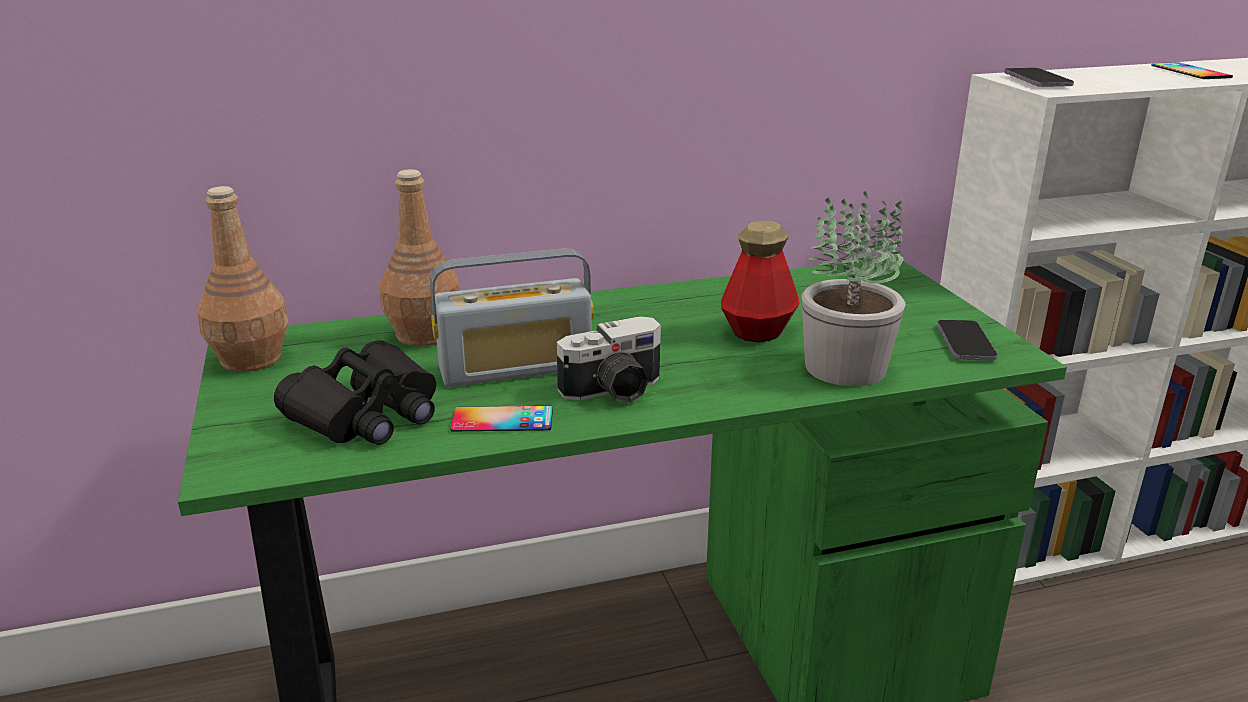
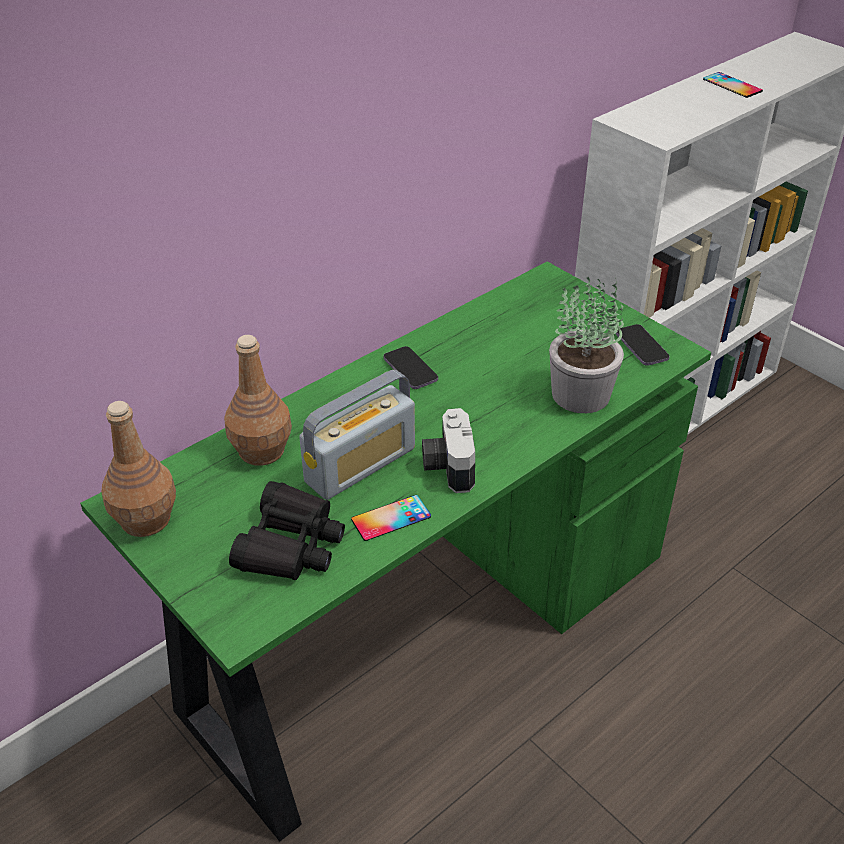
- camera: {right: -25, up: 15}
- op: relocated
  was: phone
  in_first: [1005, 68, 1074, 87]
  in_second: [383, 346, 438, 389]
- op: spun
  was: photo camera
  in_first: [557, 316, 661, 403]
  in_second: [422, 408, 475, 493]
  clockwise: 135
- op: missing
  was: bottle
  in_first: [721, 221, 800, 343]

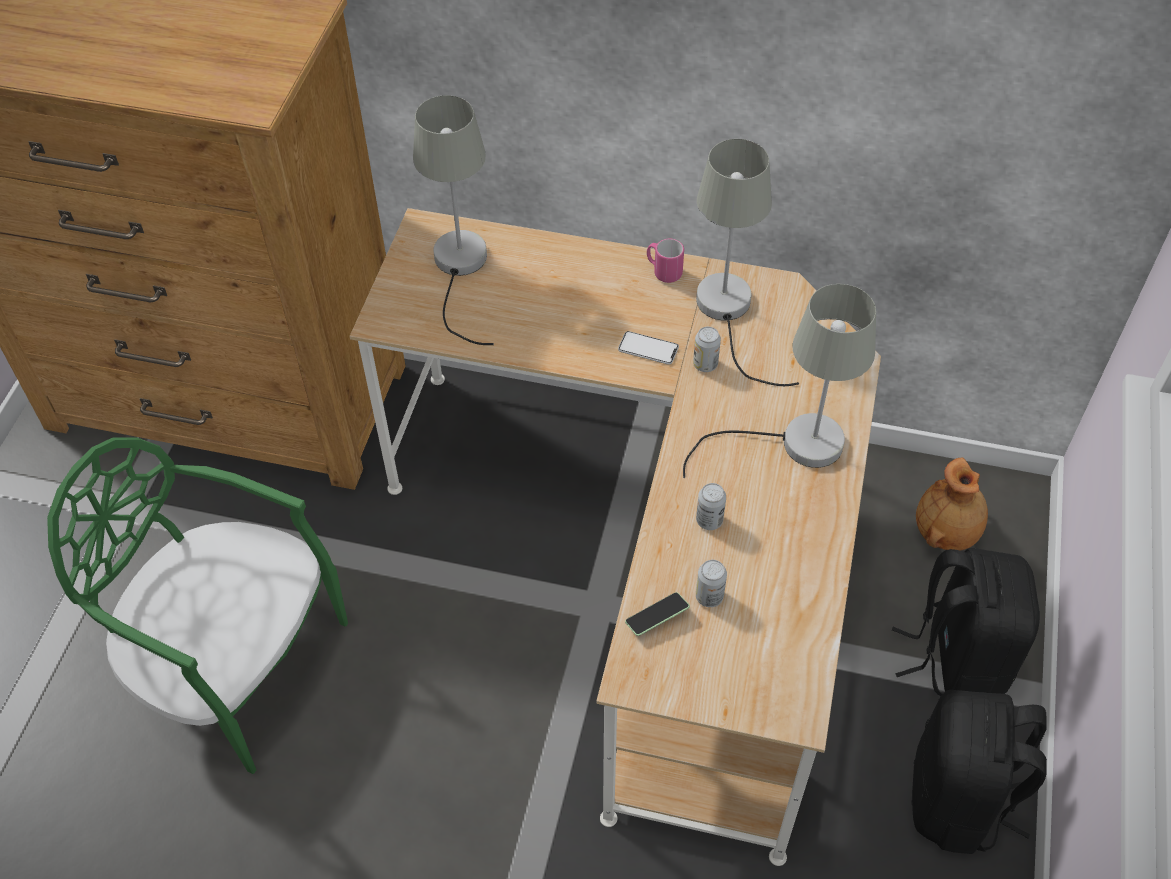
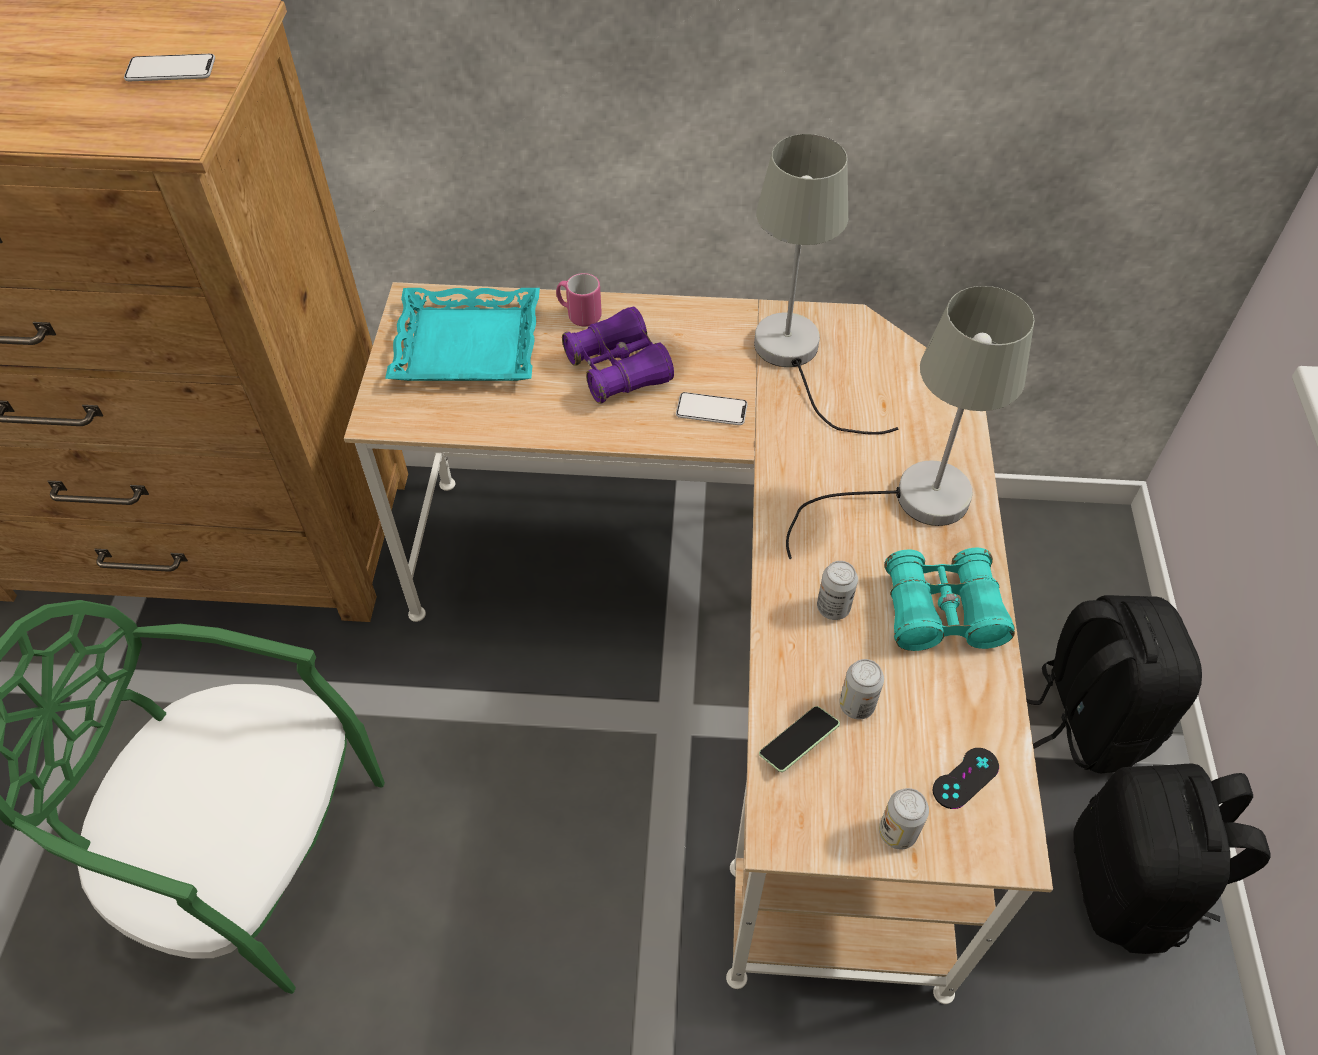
- camera: {right: -10, up: 0}
- op: appeared
  now: phone
  in_second: [124, 54, 215, 81]
- op: exchanged
  was: grey table lamp
  now: turquoise tray
  in_first: [413, 95, 494, 345]
  in_second: [385, 288, 540, 381]
- op: relocated
  was: pink mug
  in_first: [647, 239, 684, 283]
  in_second: [556, 273, 602, 326]
- op: appeared
  now: purple binoculars
  in_second: [562, 306, 674, 404]
- op: relocated
  was: can
  in_first: [693, 326, 721, 372]
  in_second: [879, 788, 929, 850]
- op: appeared
  now: turquoise binoculars
  in_second: [884, 548, 1015, 651]
- op: appeared
  now: black game controller
  in_second: [933, 748, 999, 809]
- op: missing
  was: brown vase
  in_first: [916, 457, 988, 550]

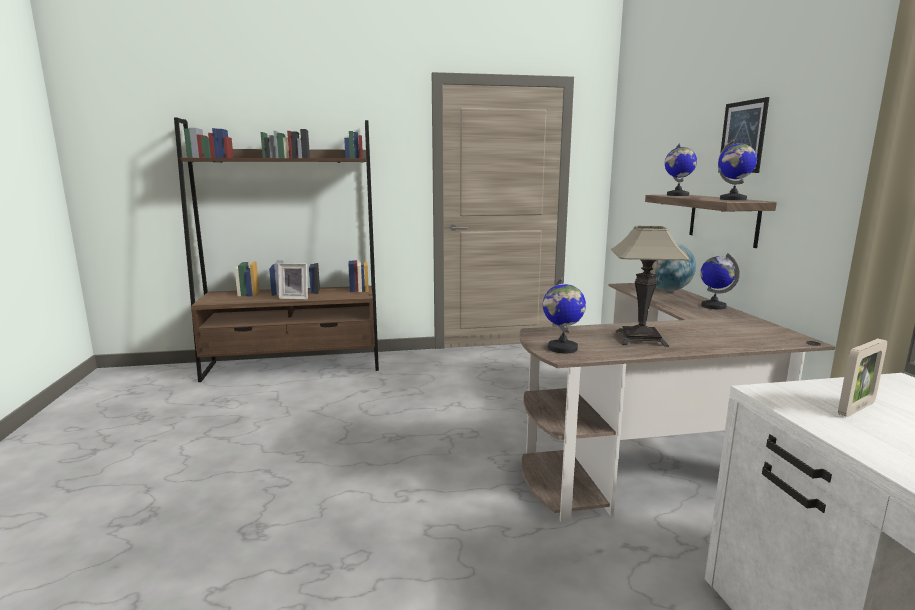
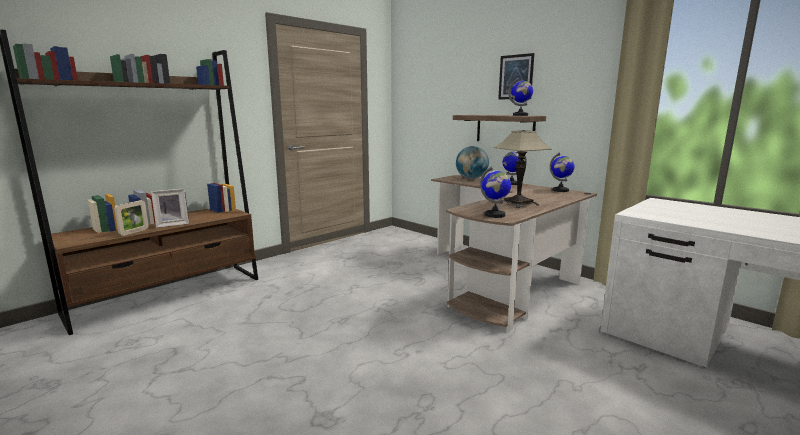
- camera: {right: -35, up: 0}
- op: relocated
  was: picture frame
  in_first: [838, 339, 887, 417]
  in_second: [114, 200, 149, 236]
- op: relocated
  was: globe
  in_first: [665, 143, 697, 196]
  in_second: [550, 153, 575, 192]

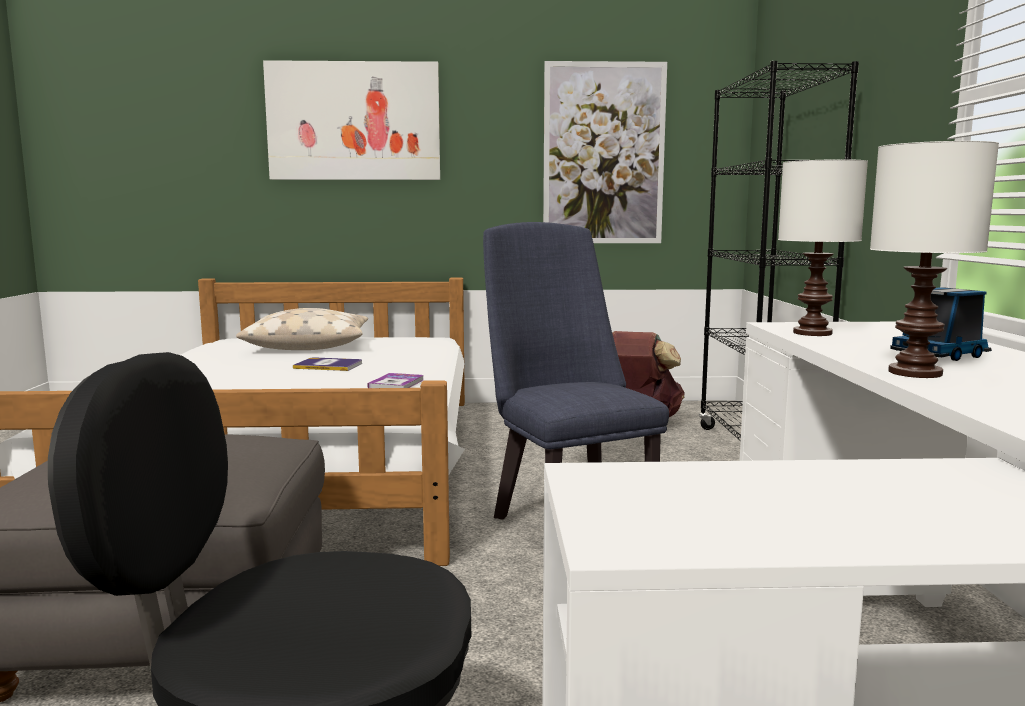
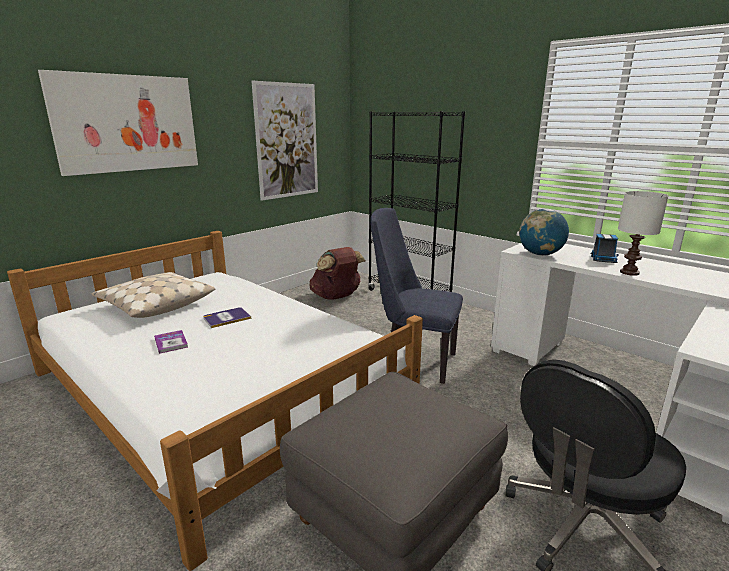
- camera: {right: -45, up: 10}
- op: relocated
  was: book
  in_first: [368, 373, 423, 388]
  in_second: [154, 330, 188, 354]
- op: exchanged
  was: white table lamp
  now: globe
  in_first: [778, 159, 868, 336]
  in_second: [519, 209, 569, 256]

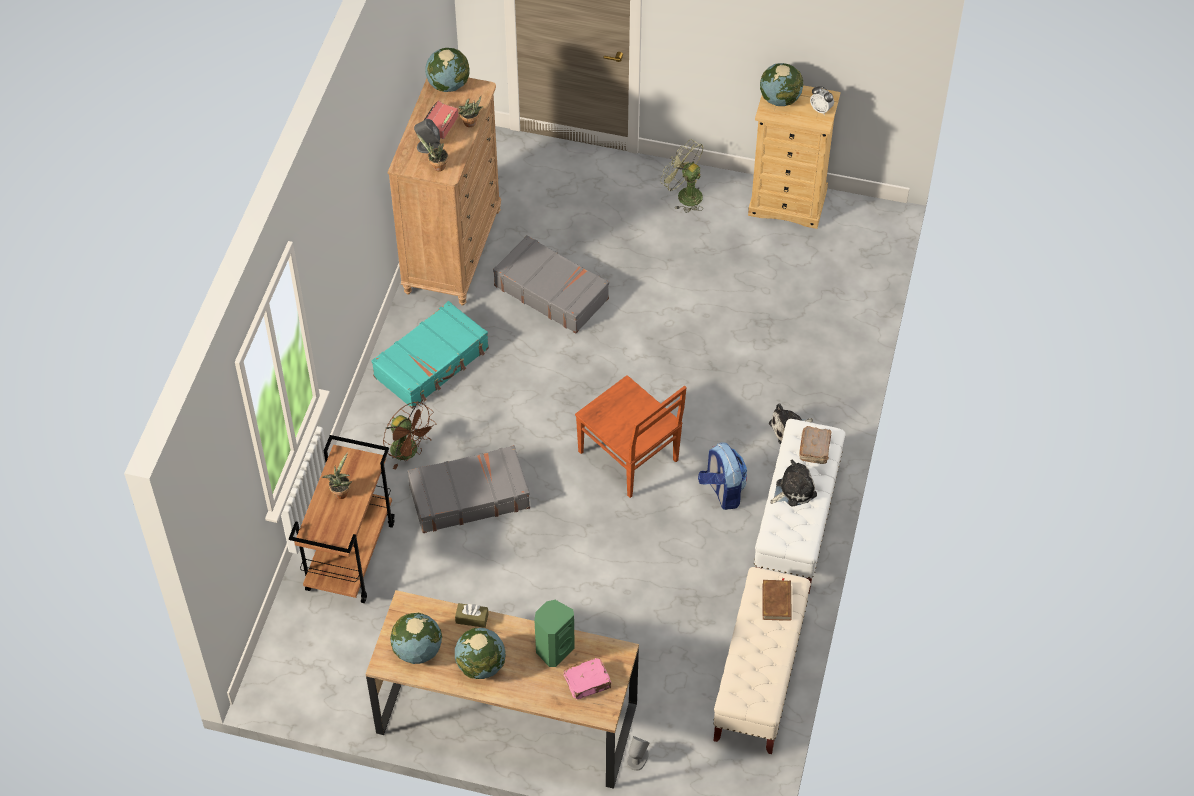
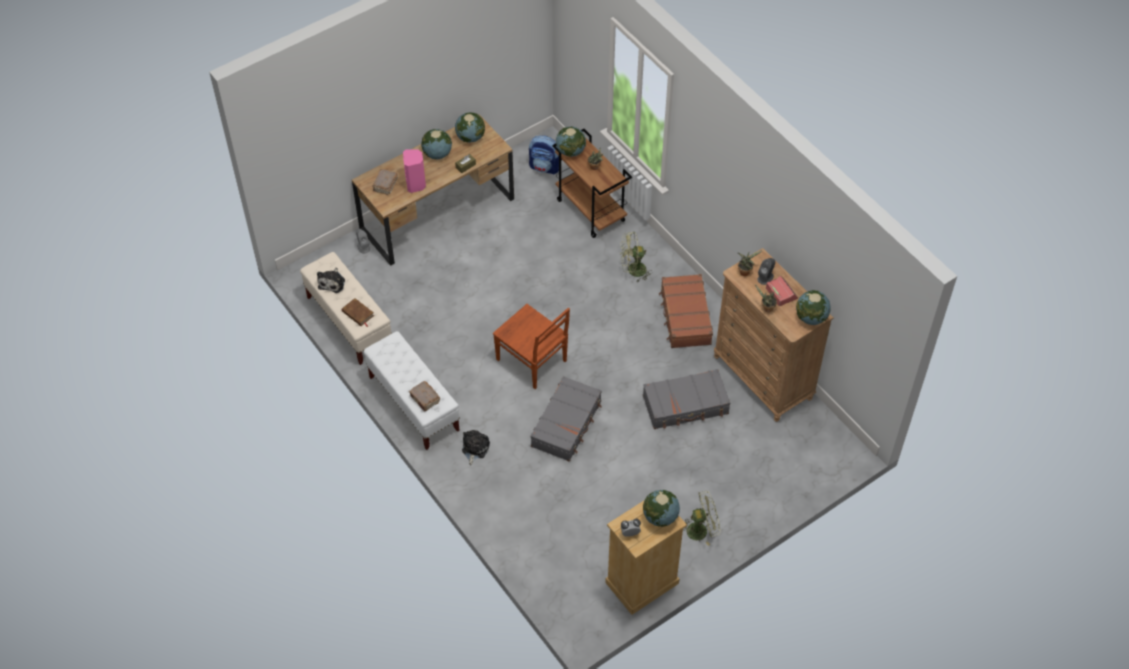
- camera: {right: 130, up: 0}
- op: relocated
  was: plush toy
  in_first: [770, 460, 817, 506]
  in_second: [317, 268, 345, 293]
- op: colour
  was: pink book
  now: brown book
  in_first: [564, 658, 611, 700]
  in_second: [372, 169, 398, 195]
- op: colour
  was: green speaker
  now: pink speaker
  in_first: [534, 600, 575, 667]
  in_second: [403, 150, 426, 193]
- op: spun
  was: brown chair
  in_first: [575, 375, 687, 498]
  in_second: [493, 304, 570, 389]
  clockwise: -135
- op: relocated
  was: backpack
  in_first: [698, 443, 747, 510]
  in_second: [529, 136, 559, 175]
- op: relocated
  was: grey suitcase
  in_first: [408, 445, 530, 533]
  in_second: [531, 376, 602, 462]
- op: appeared
  now: globe
  in_second: [556, 126, 586, 157]
- op: colour
  was: brown fan
  now: green fan
  in_first: [383, 401, 434, 470]
  in_second: [620, 231, 653, 282]
- op: colour
  was: turquoise suitcase
  now: brown suitcase
  in_first: [371, 301, 489, 409]
  in_second: [659, 274, 713, 348]

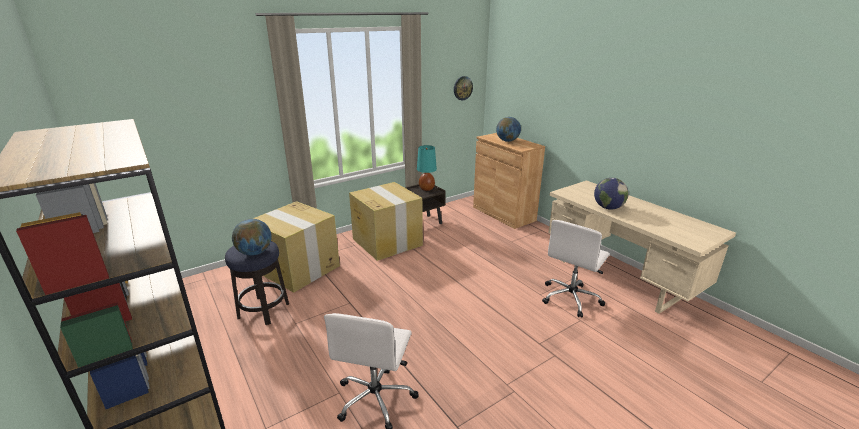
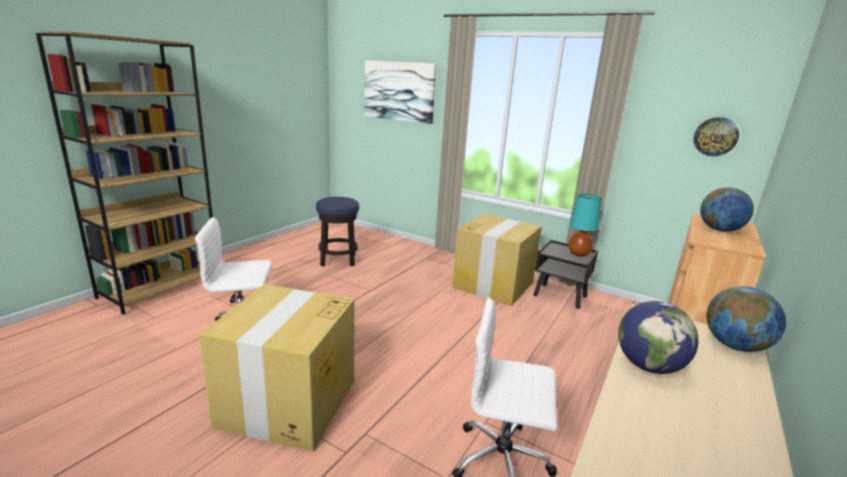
- camera: {right: 65, up: -5}
- op: relocated
  was: cardboard box
  in_first: [253, 201, 340, 293]
  in_second: [199, 284, 355, 452]
- op: appeared
  now: picture
  in_second: [364, 60, 436, 124]
- op: relocated
  was: globe
  in_first: [232, 219, 272, 256]
  in_second: [706, 286, 786, 352]

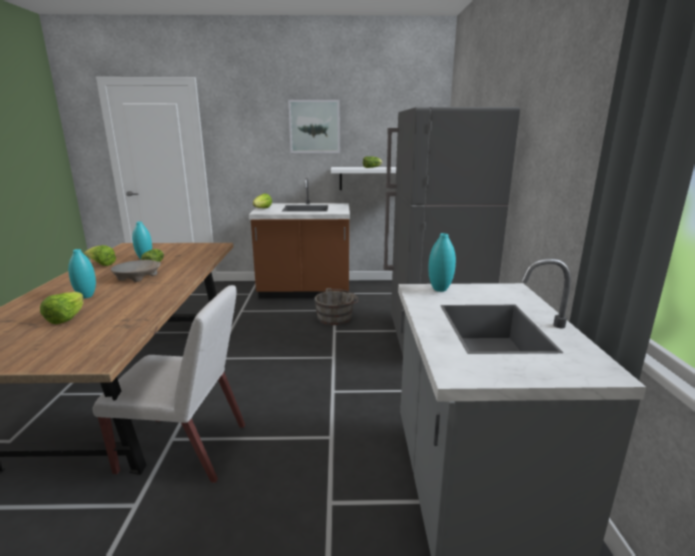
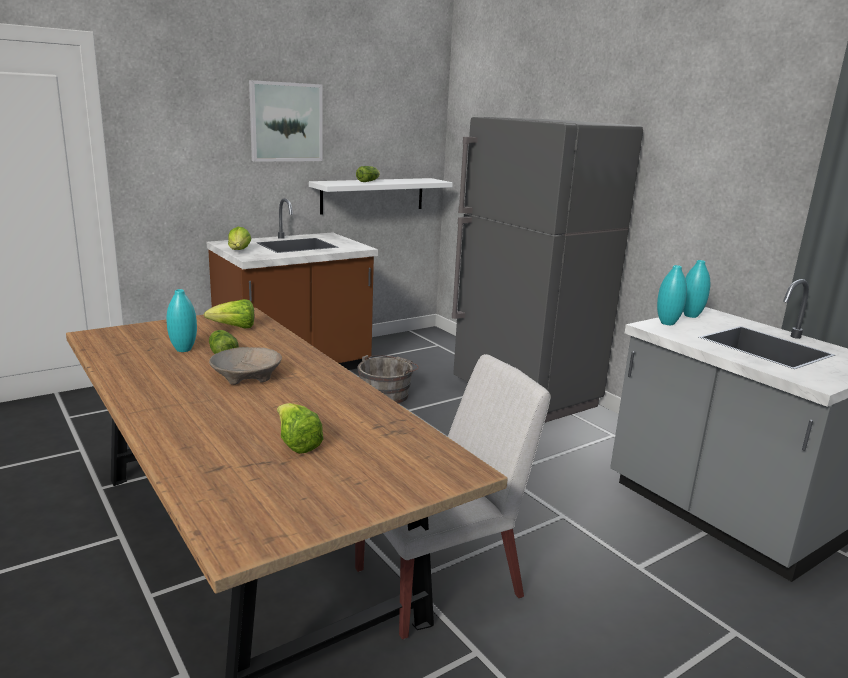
- camera: {right: -35, up: 0}
- op: relocated
  was: lettuce
  in_first: [84, 245, 116, 266]
  in_second: [204, 299, 254, 329]
- op: relocated
  was: turquoise vase
  in_first: [68, 249, 96, 298]
  in_second: [683, 260, 710, 318]

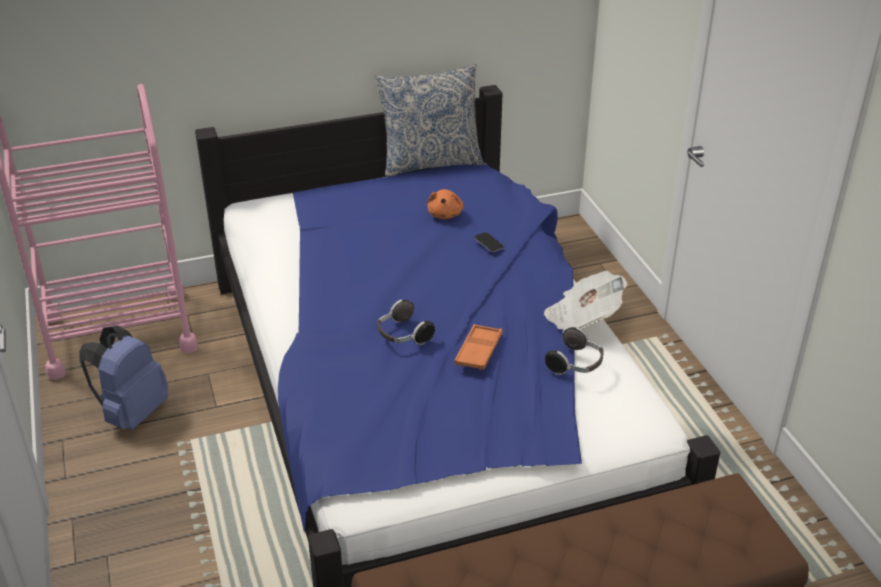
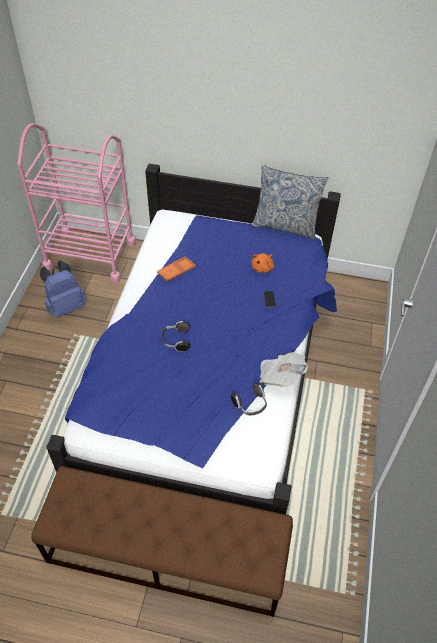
- camera: {right: 30, up: 15}
- op: relocated
  was: orange tray
  in_first: [455, 324, 502, 370]
  in_second: [157, 256, 196, 282]

